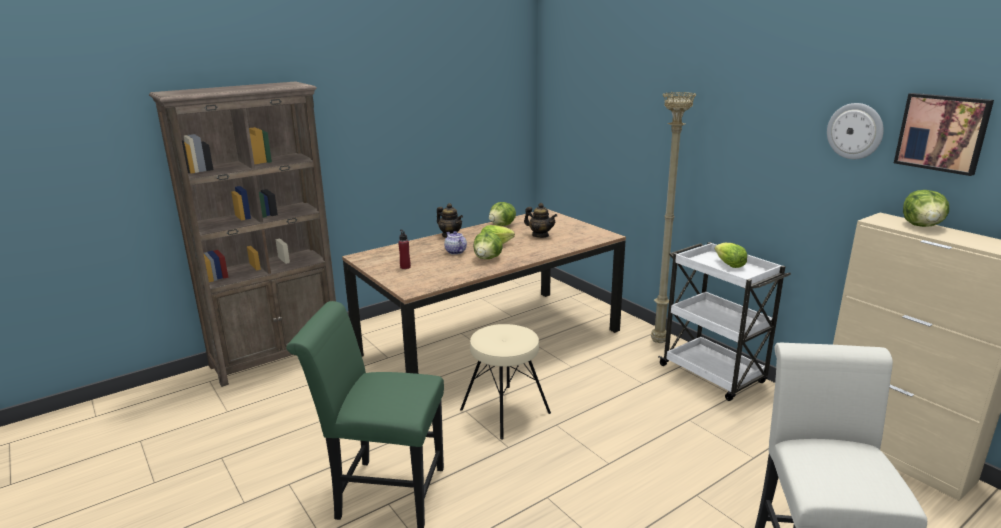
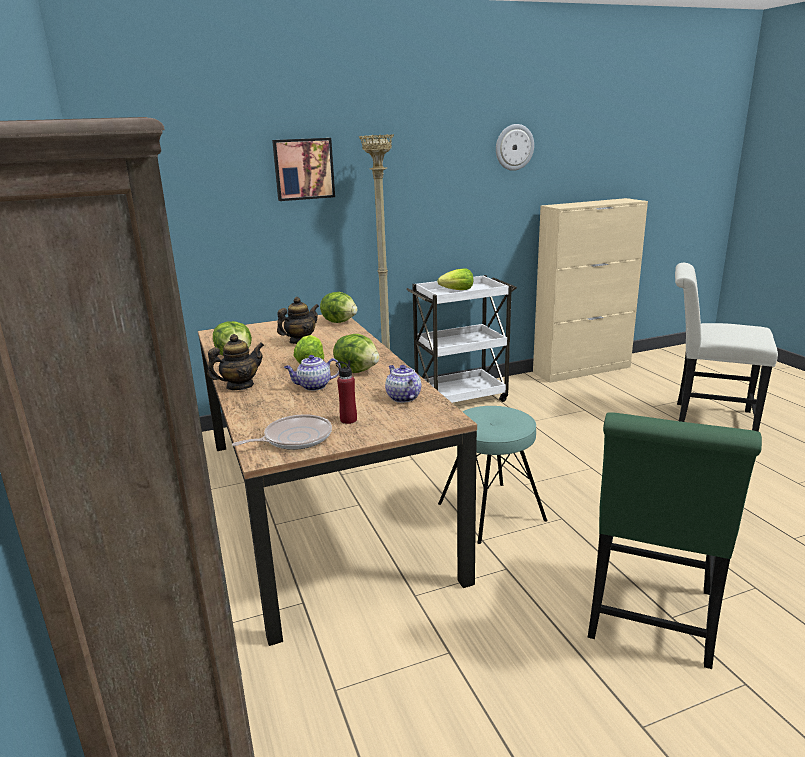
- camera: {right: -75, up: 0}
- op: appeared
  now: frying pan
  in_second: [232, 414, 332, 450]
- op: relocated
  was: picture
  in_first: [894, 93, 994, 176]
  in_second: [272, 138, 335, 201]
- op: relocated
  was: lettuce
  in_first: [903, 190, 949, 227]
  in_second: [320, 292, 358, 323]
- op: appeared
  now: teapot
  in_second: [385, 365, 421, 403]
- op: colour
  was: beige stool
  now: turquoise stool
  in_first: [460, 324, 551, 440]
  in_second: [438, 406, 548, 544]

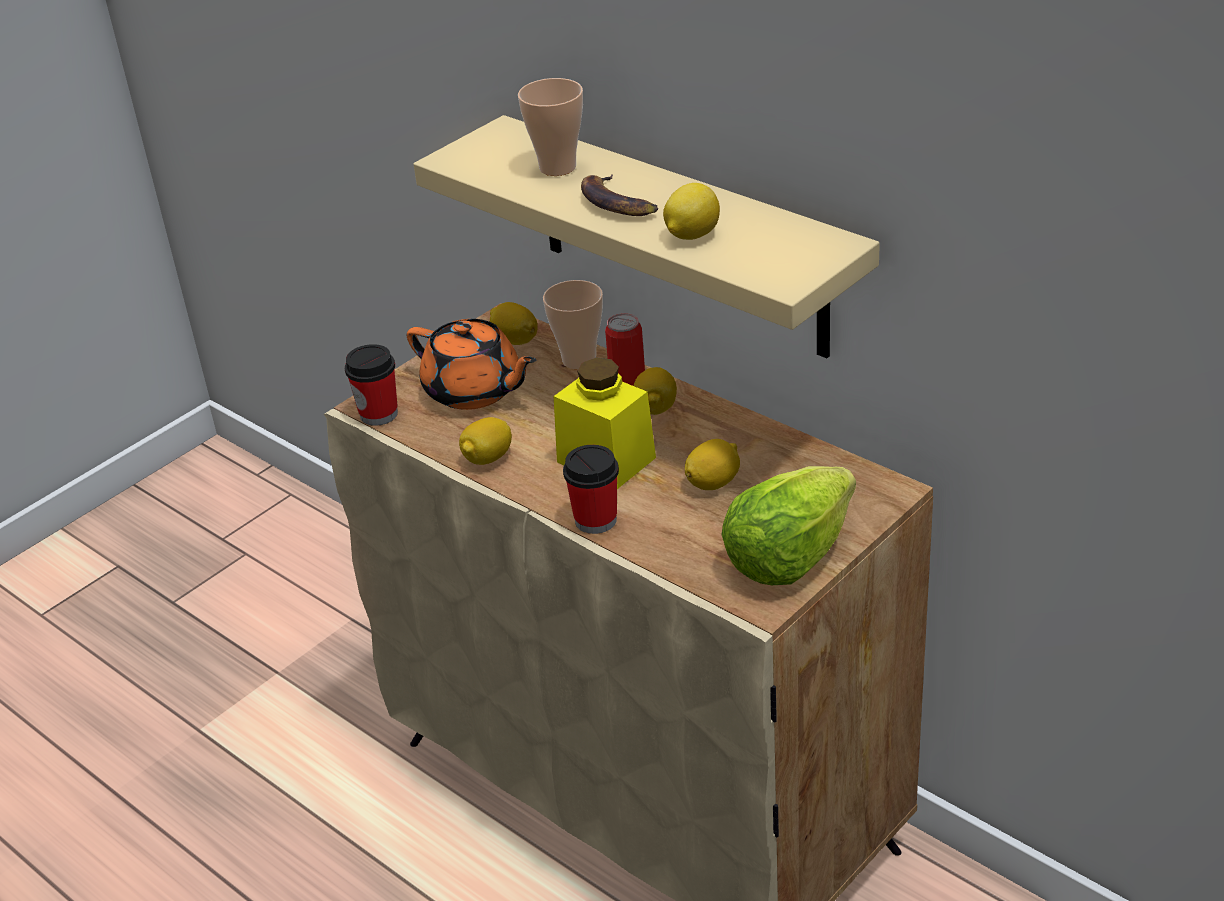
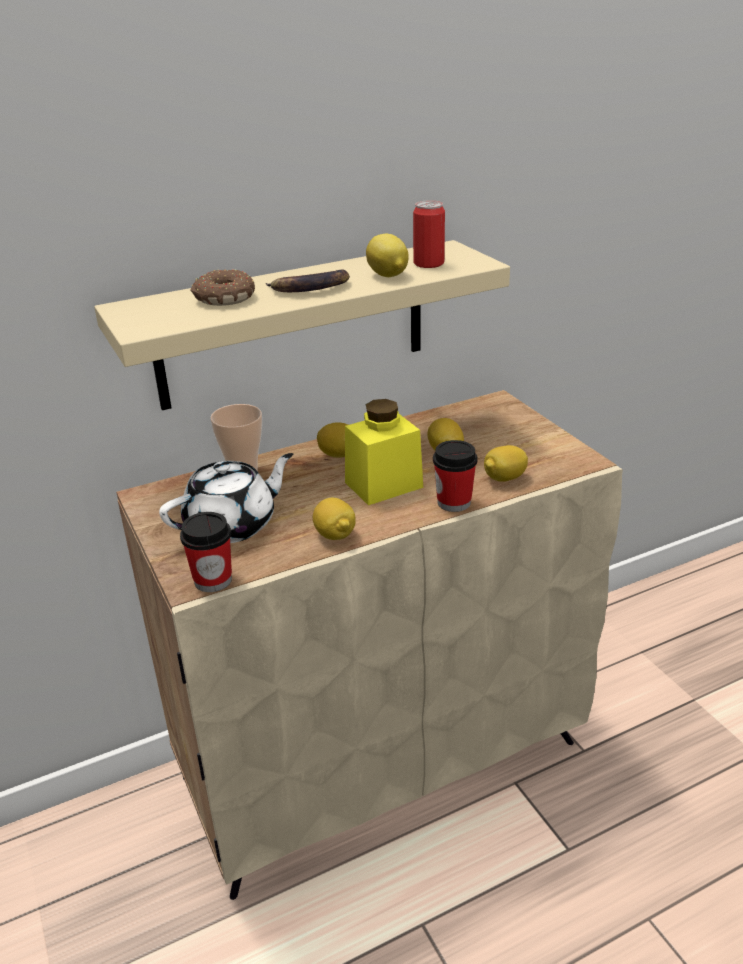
- camera: {right: -70, up: -5}
- op: colour
  was: orange teapot
  now: white teapot
  in_first: [407, 319, 536, 410]
  in_second: [159, 453, 293, 543]
- op: exchanged
  was: cup
  now: donut
  in_first: [518, 78, 583, 176]
  in_second: [190, 269, 255, 306]
- op: relocated
  was: can
  in_first: [605, 313, 645, 386]
  in_second: [413, 200, 445, 268]
- op: relocated
  was: lemon
  in_first: [490, 302, 538, 345]
  in_second: [484, 445, 528, 482]
- op: missing
  was: lettuce
  in_first: [721, 466, 856, 585]

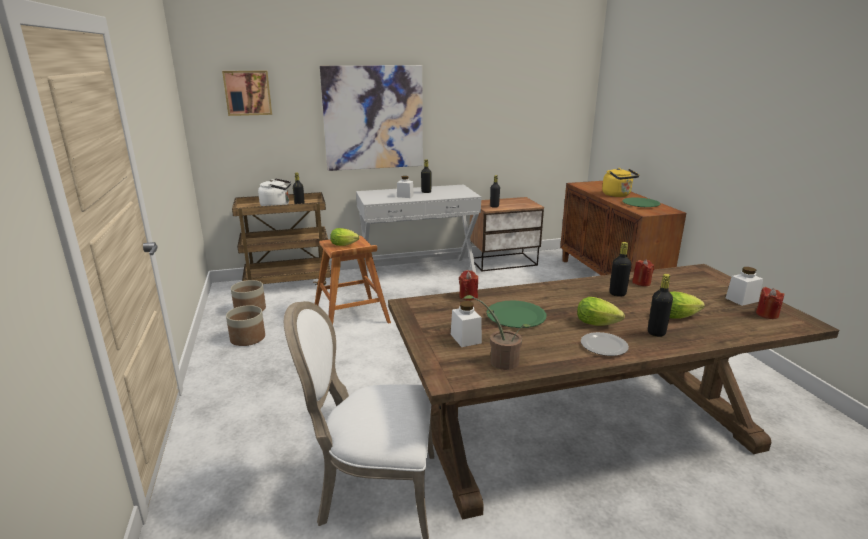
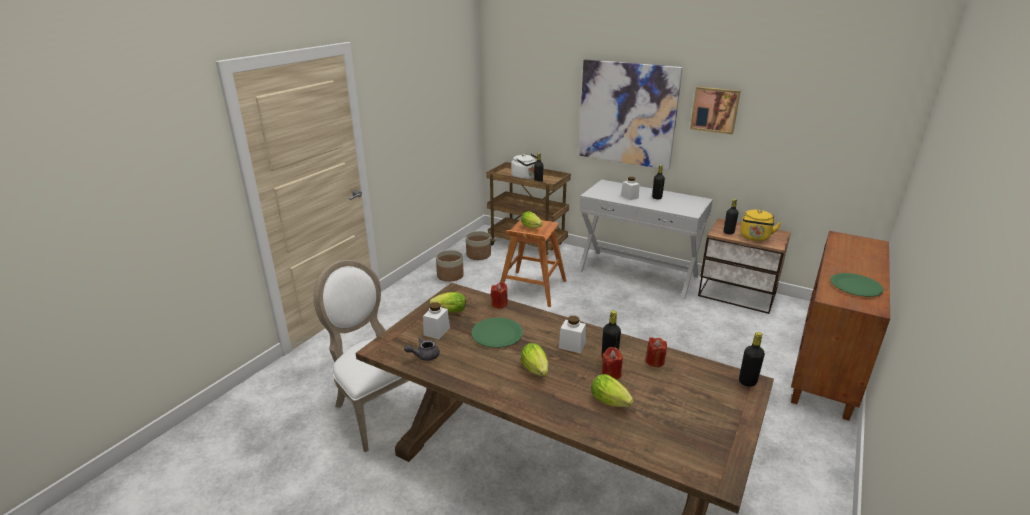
- camera: {right: 45, up: 5}
- op: exchanged
  was: potted plant
  now: grey teapot
  in_first: [463, 295, 530, 370]
  in_second: [404, 337, 440, 361]
- op: appeared
  now: lettuce
  in_second: [429, 292, 466, 313]
- op: relocated
  was: white jar
  in_first: [726, 267, 763, 306]
  in_second: [559, 316, 586, 353]
- op: relocated
  was: red candle
  in_first: [756, 287, 784, 319]
  in_second: [602, 347, 623, 379]
- op: relocated
  was: picture
  in_first: [222, 71, 272, 116]
  in_second: [690, 87, 741, 134]
- op: relocated
  was: black bottle
  in_first: [648, 274, 673, 337]
  in_second: [739, 332, 765, 387]
- op: relocated
  was: yellow kettle
  in_first: [602, 168, 639, 197]
  in_second: [740, 210, 781, 241]
- op: missing
  was: plate
  in_first: [581, 332, 629, 356]

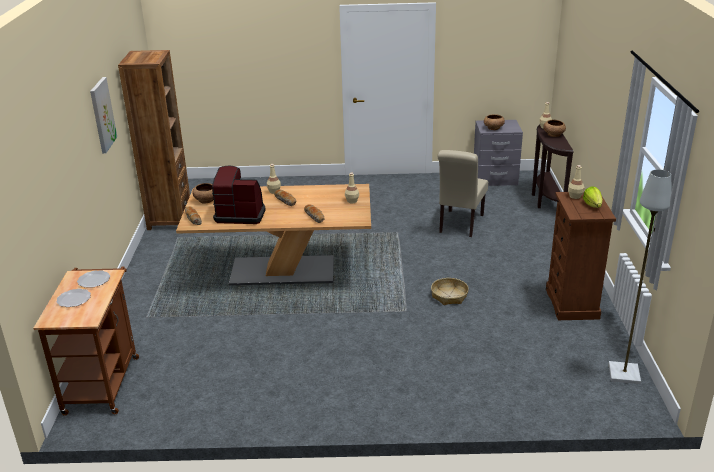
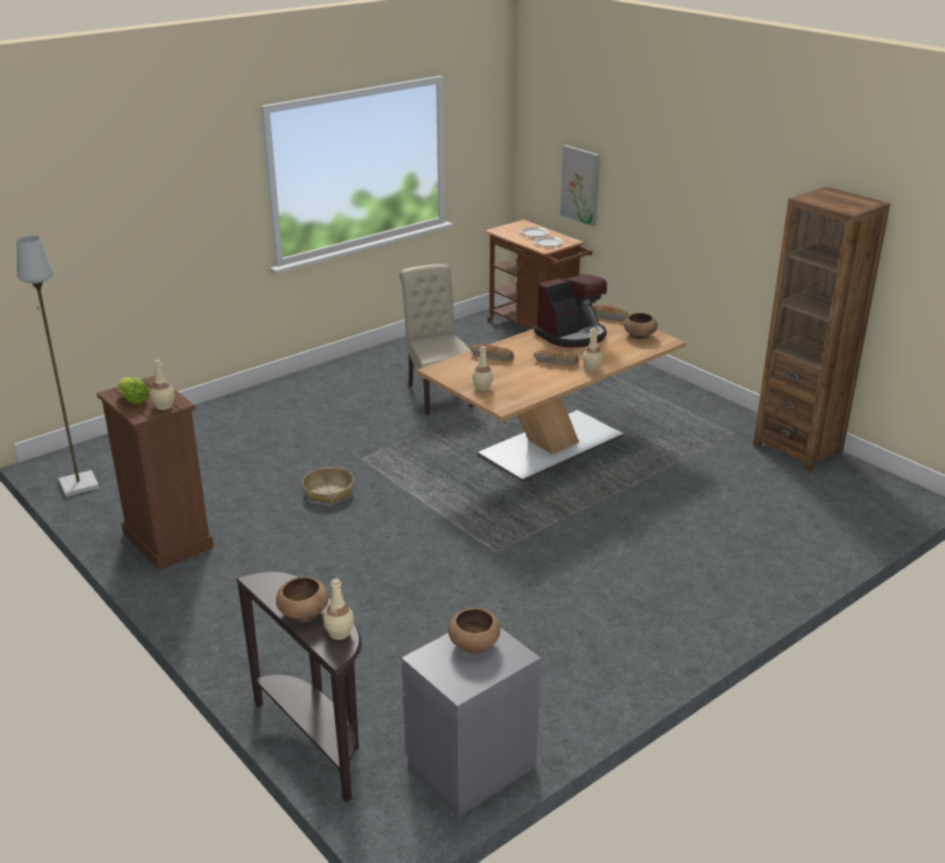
- camera: {right: 140, up: 0}
- op: relocated
  was: beige chair
  in_first: [438, 150, 488, 237]
  in_second: [399, 264, 474, 415]
- op: relocated
  was: picture
  in_first: [90, 77, 117, 153]
  in_second: [560, 145, 600, 226]

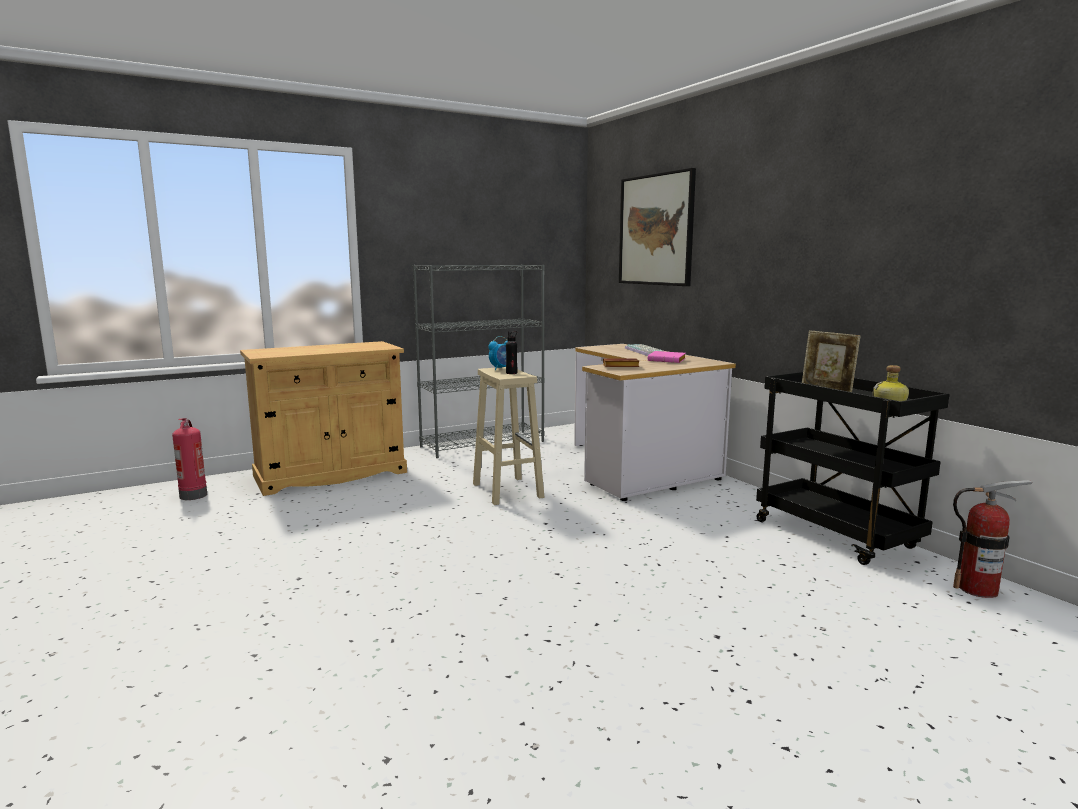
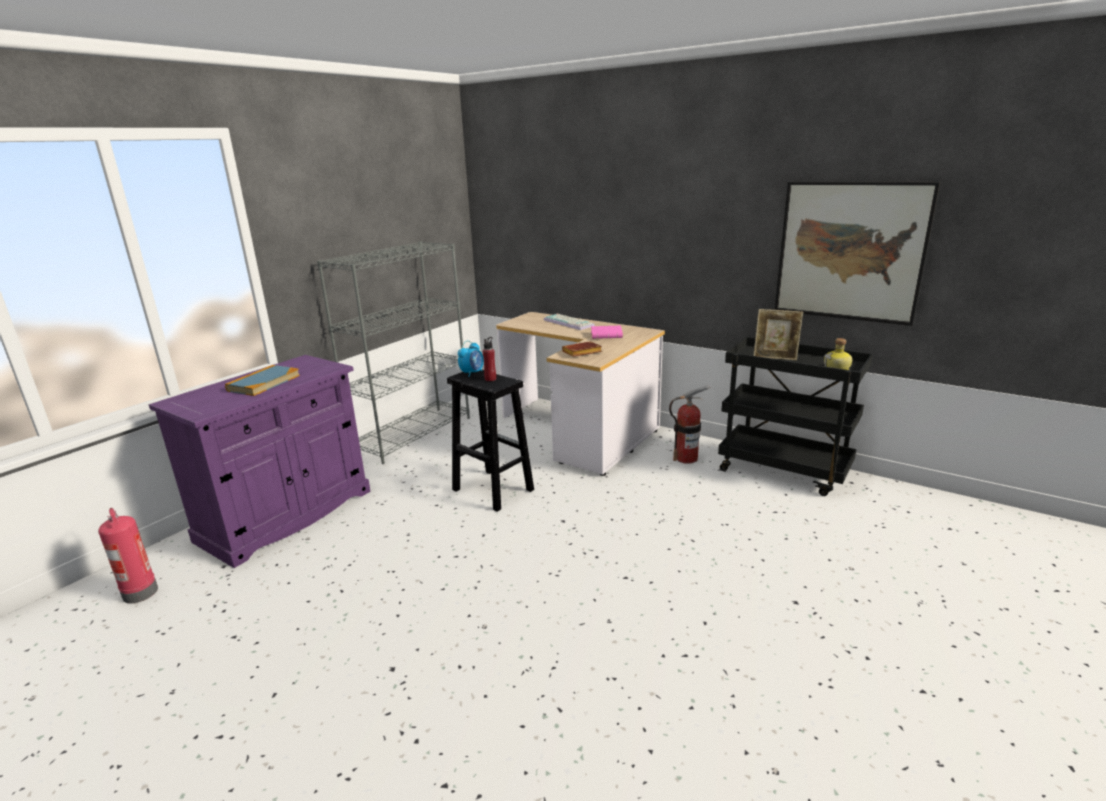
- camera: {right: -25, up: 10}
- op: colour
  was: beige cabinet
  now: purple cabinet
  in_first: [240, 341, 407, 496]
  in_second: [149, 355, 371, 568]
- op: appeared
  now: book
  in_second: [225, 365, 300, 396]
- op: colour
  was: beige stool
  now: black stool
  in_first: [473, 367, 544, 505]
  in_second: [447, 370, 534, 512]
- op: colour
  was: black bottle
  now: red bottle
  in_first: [506, 331, 517, 374]
  in_second: [483, 337, 496, 381]
- op: relocated
  was: fire extinguisher
  in_first: [953, 480, 1033, 598]
  in_second: [669, 386, 710, 464]
- op: relocated
  was: picture
  in_first: [619, 168, 696, 286]
  in_second: [775, 182, 940, 326]

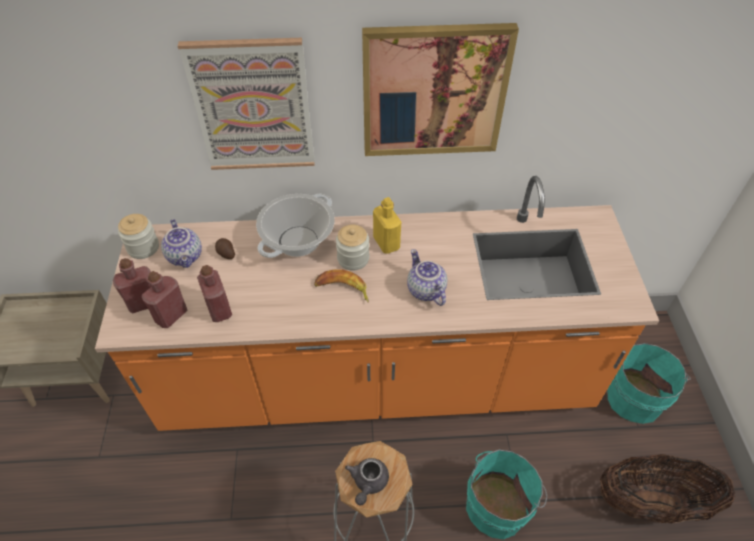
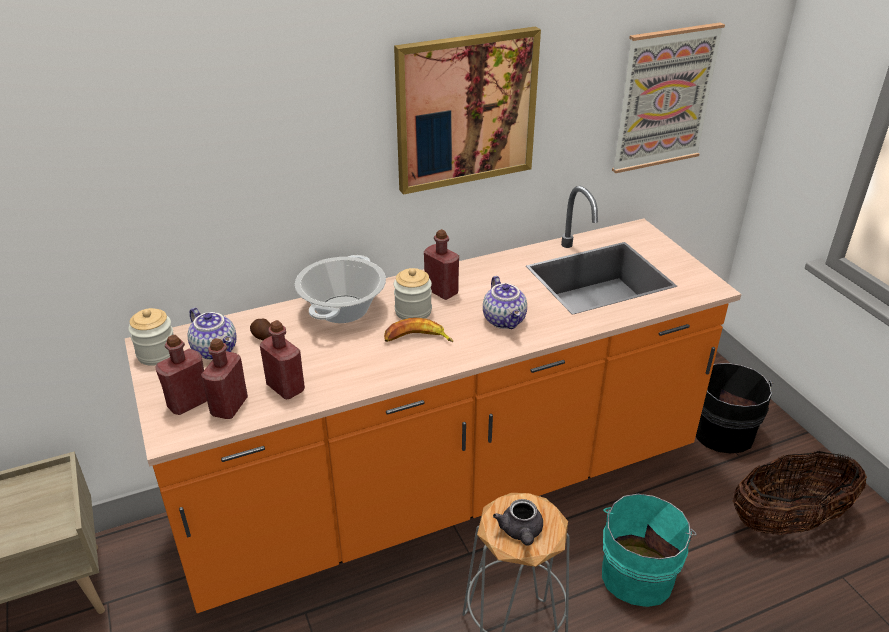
- camera: {right: -20, up: -15}
- op: colour
  was: yellow bottle
  now: red bottle
  in_first: [373, 197, 401, 254]
  in_second: [424, 229, 459, 300]
- op: spun
  was: teapot
  in_first: [407, 249, 447, 306]
  in_second: [483, 276, 527, 329]
  clockwise: -150
- op: relocated
  was: picture
  in_first: [178, 38, 315, 170]
  in_second: [612, 23, 725, 173]
- op: colour
  was: turquoise bucket
  now: black bucket
  in_first: [608, 343, 691, 424]
  in_second: [696, 363, 773, 453]

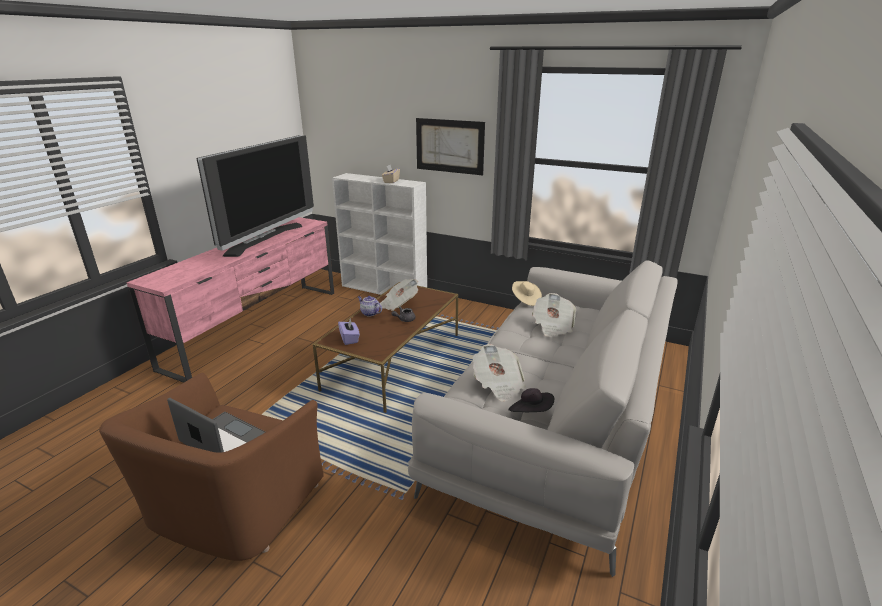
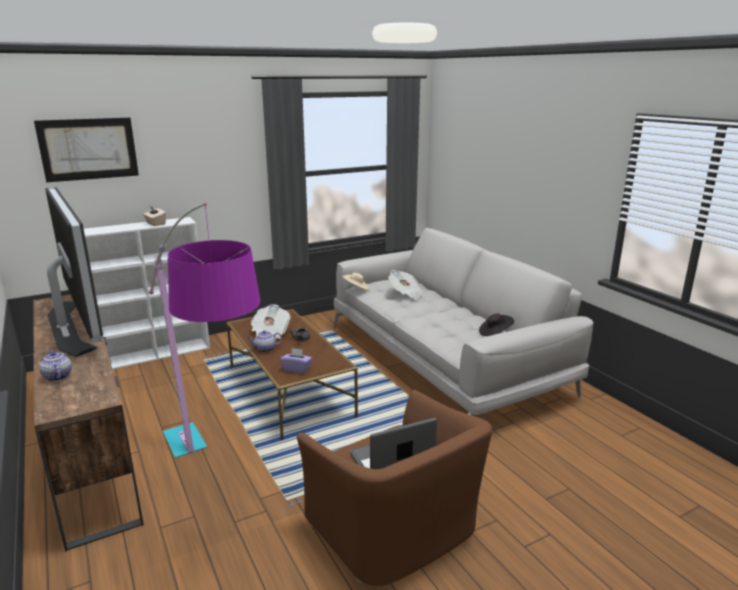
- camera: {right: -55, up: -5}
- op: colour
  was: pink tv stand
  now: brown tv stand
  in_first: [127, 217, 334, 383]
  in_second: [33, 295, 144, 552]
- op: relocated
  was: picture
  in_first: [416, 118, 485, 175]
  in_second: [34, 118, 139, 182]
- op: appeared
  now: teapot
  in_second: [39, 350, 72, 381]
- op: appeared
  now: floor lamp
  in_second: [149, 202, 260, 458]
- op: missing
  was: newspaper
  in_first: [473, 344, 526, 402]

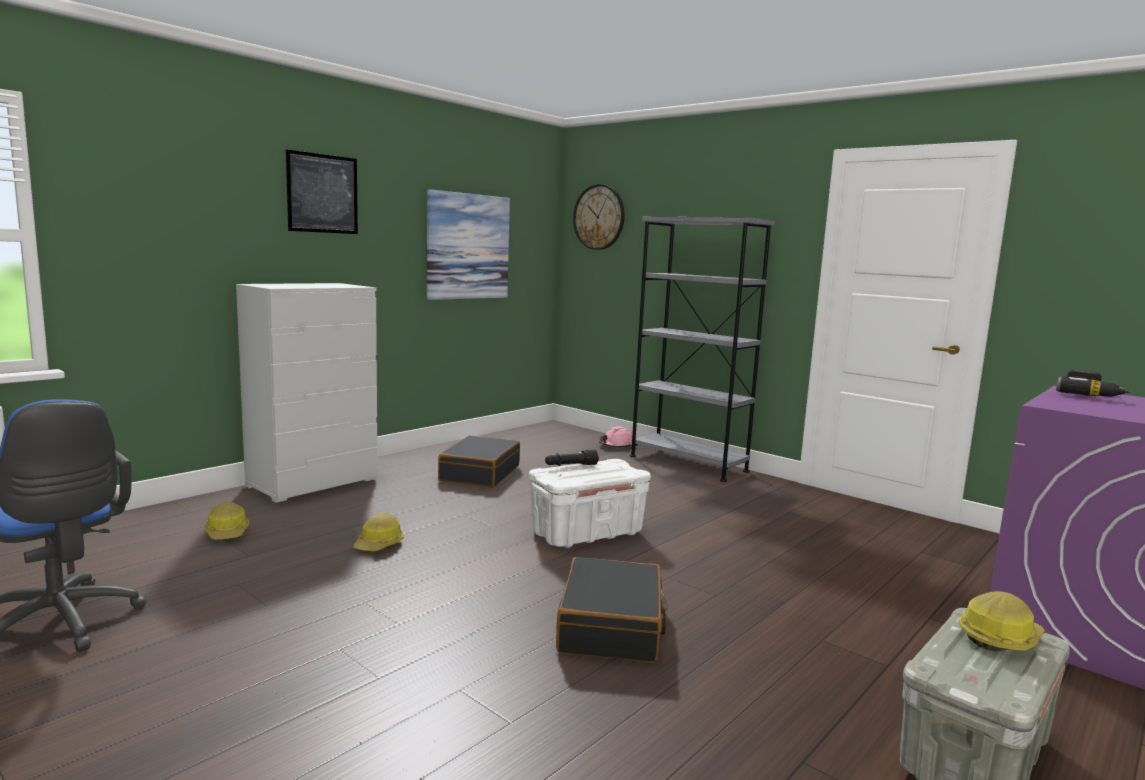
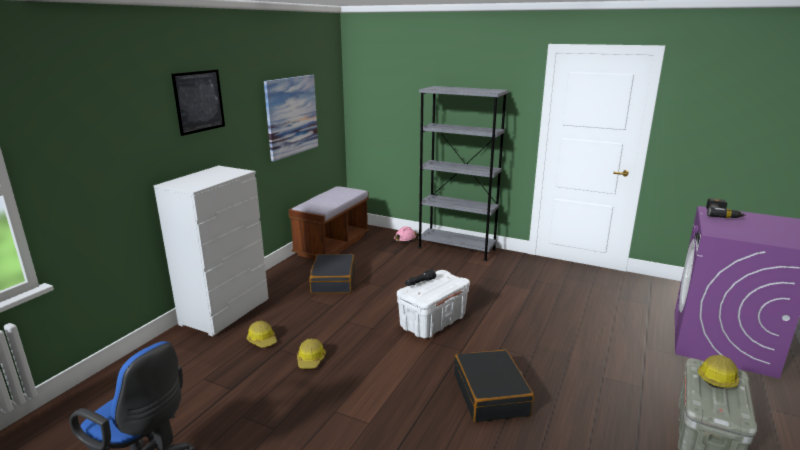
- camera: {right: -15, up: 10}
- op: relocated
  was: hard hat
  in_first: [204, 502, 249, 539]
  in_second: [247, 321, 277, 348]
- op: appeared
  now: brown bench
  in_second: [288, 186, 369, 259]
- op: missing
  was: wall clock
  in_first: [573, 184, 625, 250]

